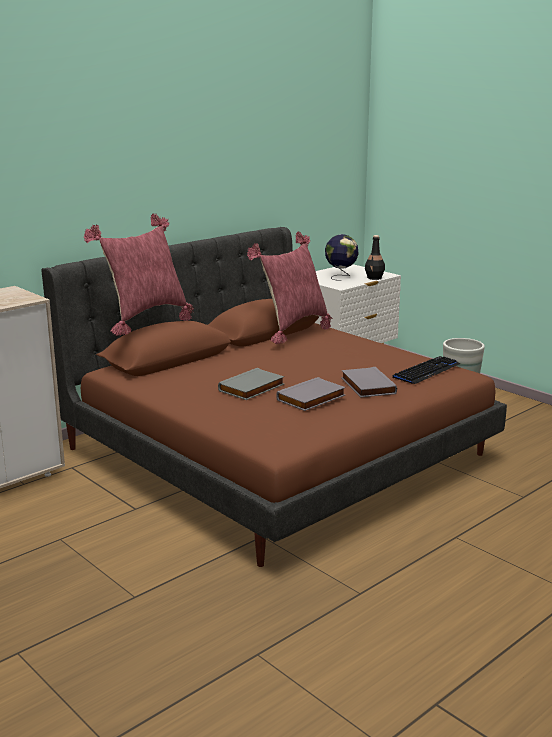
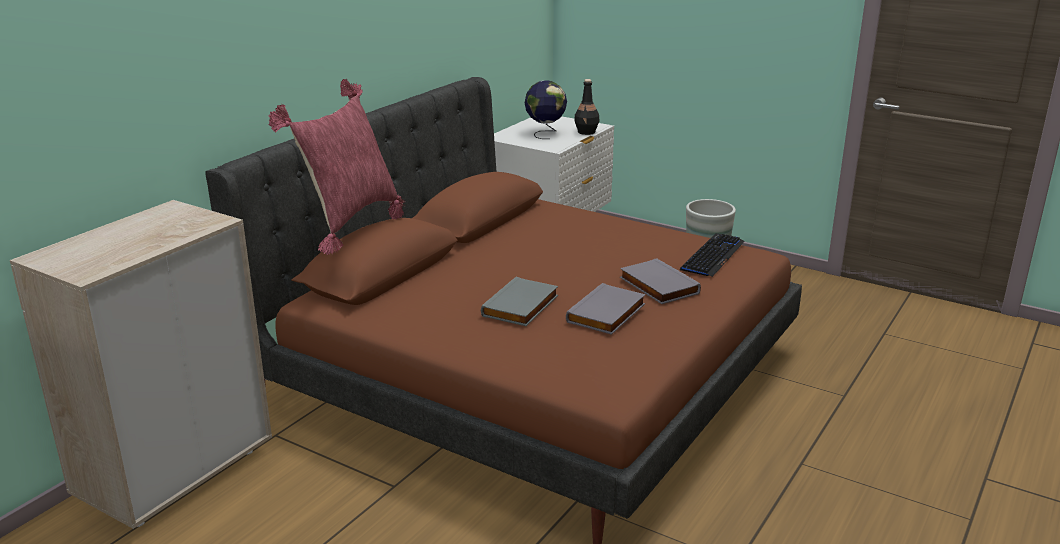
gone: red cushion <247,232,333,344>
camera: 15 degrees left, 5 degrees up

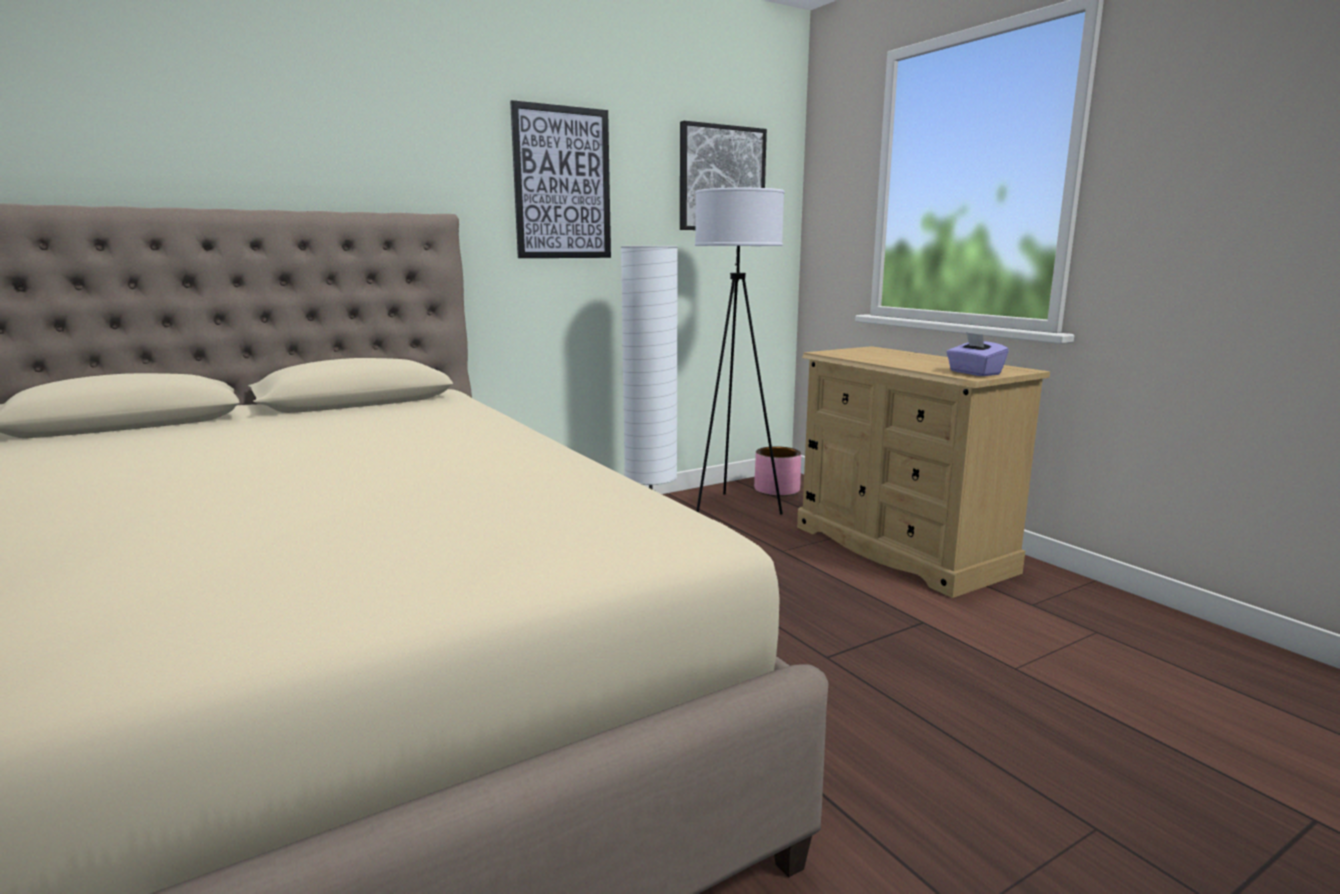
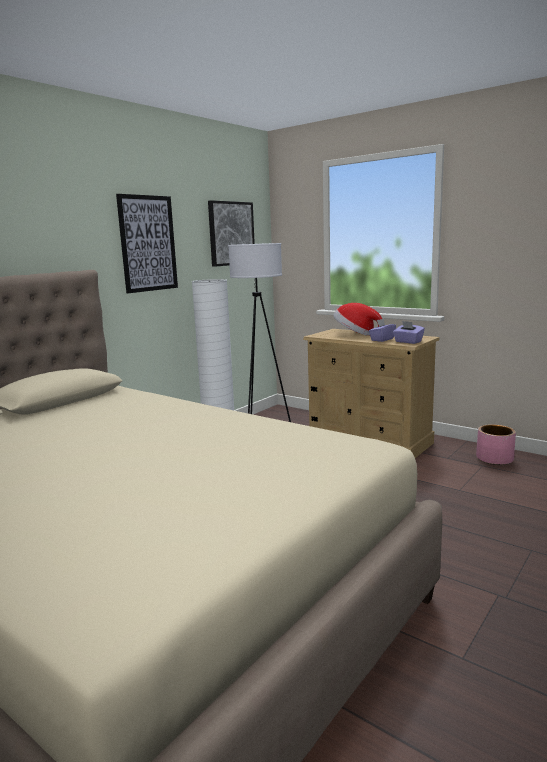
new: clothing hat <334,303,382,336>; purple-coloured box of tissues <369,318,396,342>
shifted: pink planter <754,446,801,497> to <476,424,516,465>
camera: 20 degrees left, 0 degrees up

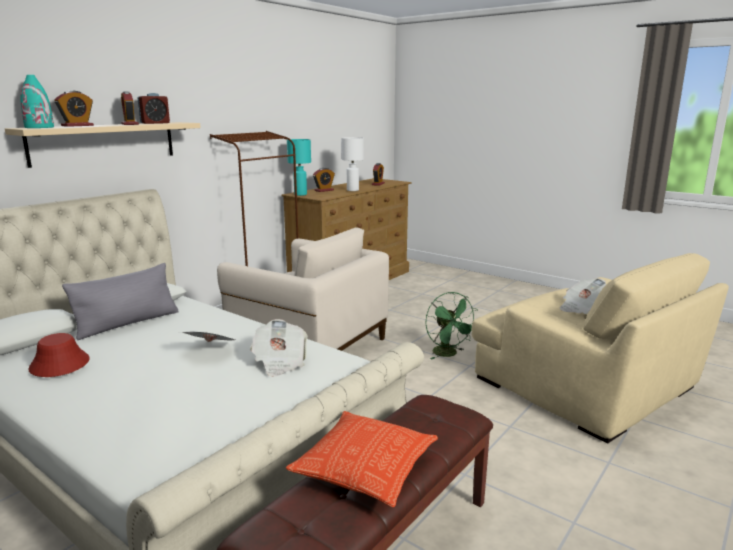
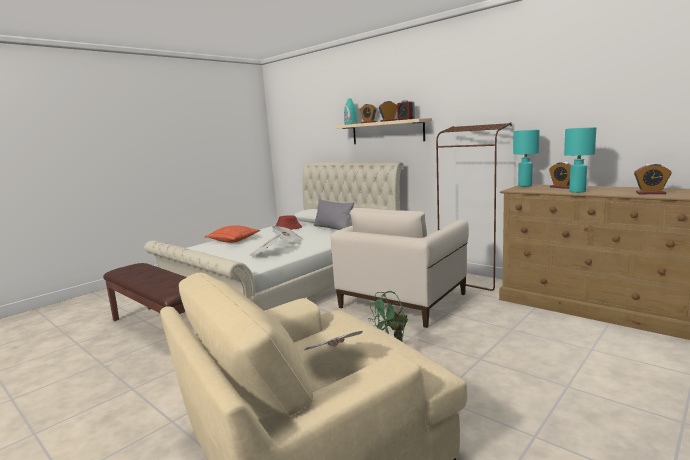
shifted: orangey cushion <286,411,438,507> to <204,225,260,243>
repainted: white lamp for a table <341,137,364,191> to turquoise lamp for a table <564,127,596,193>
camera: 95 degrees right, 5 degrees down

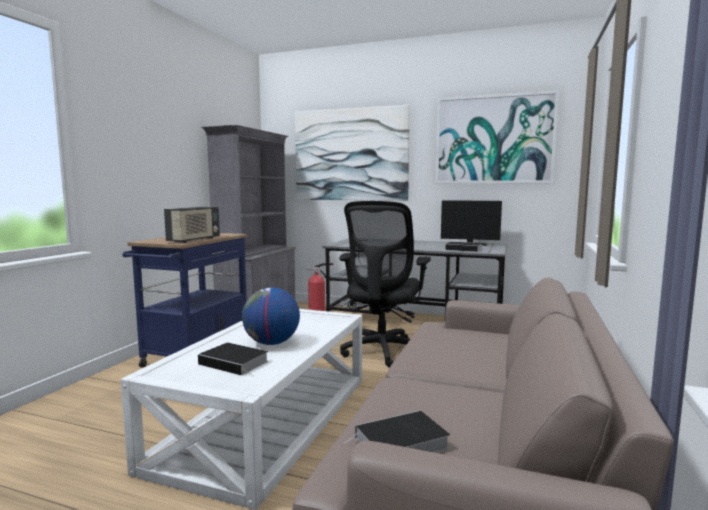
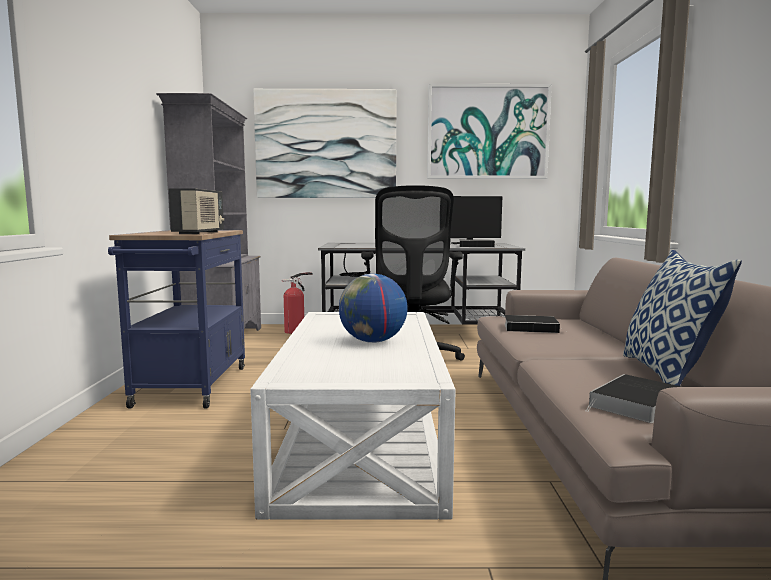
new: cushion <623,250,742,386>
shifted: bound book <198,343,268,376> to <505,315,564,333>
camera: 20 degrees left, 0 degrees up

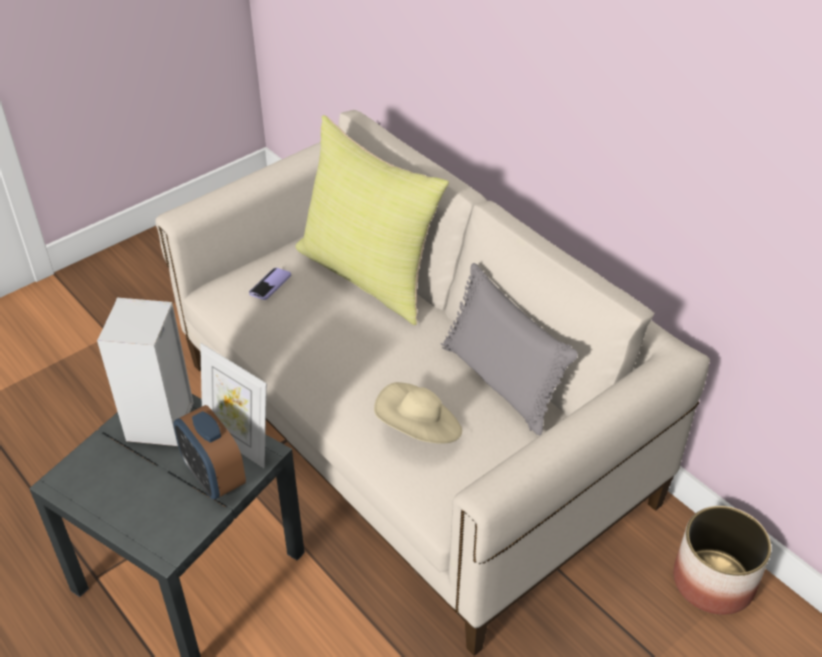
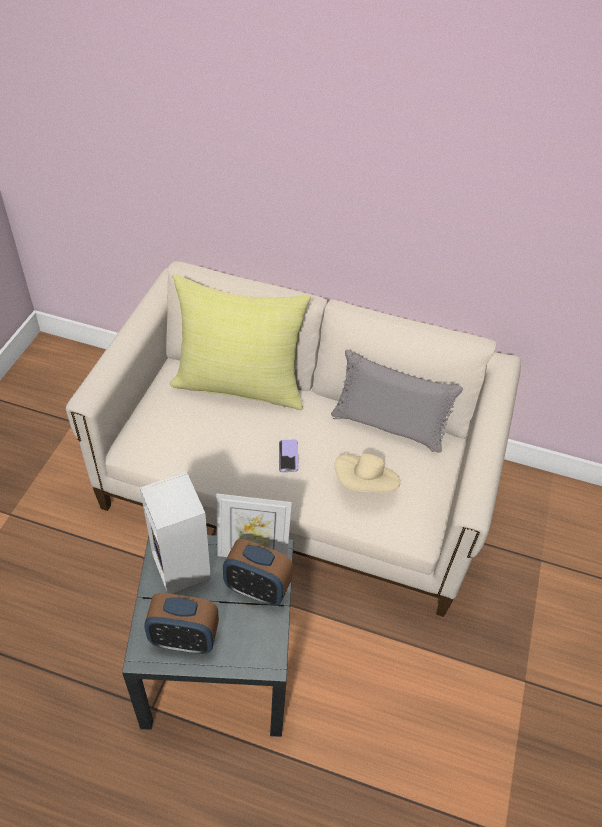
gone: planter <673,506,771,615>
new: table clock <144,593,219,654>
shifted: phone <249,268,291,300> to <279,439,298,472>
camera: 35 degrees left, 5 degrees up

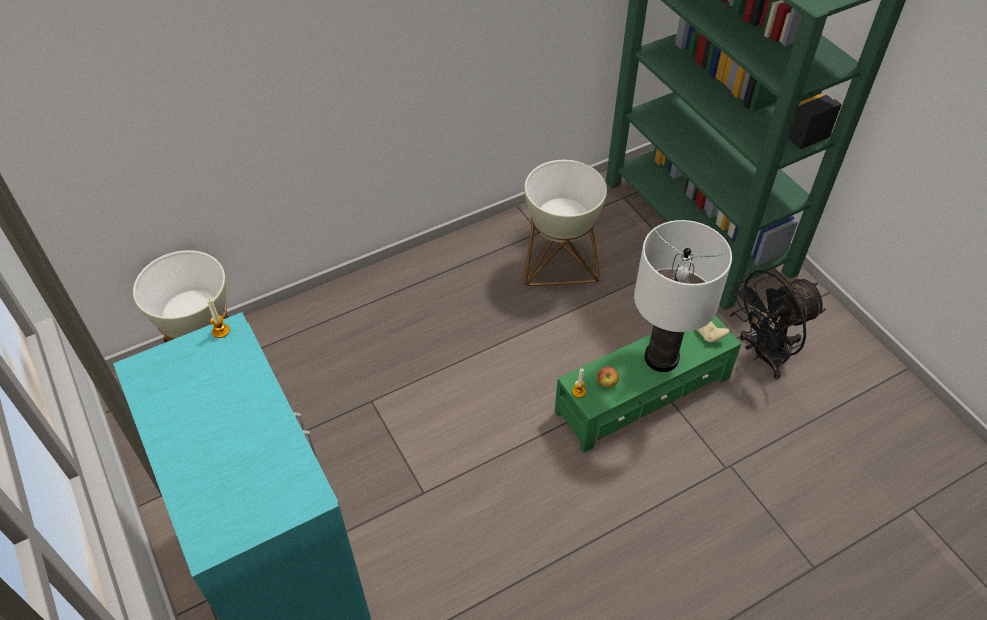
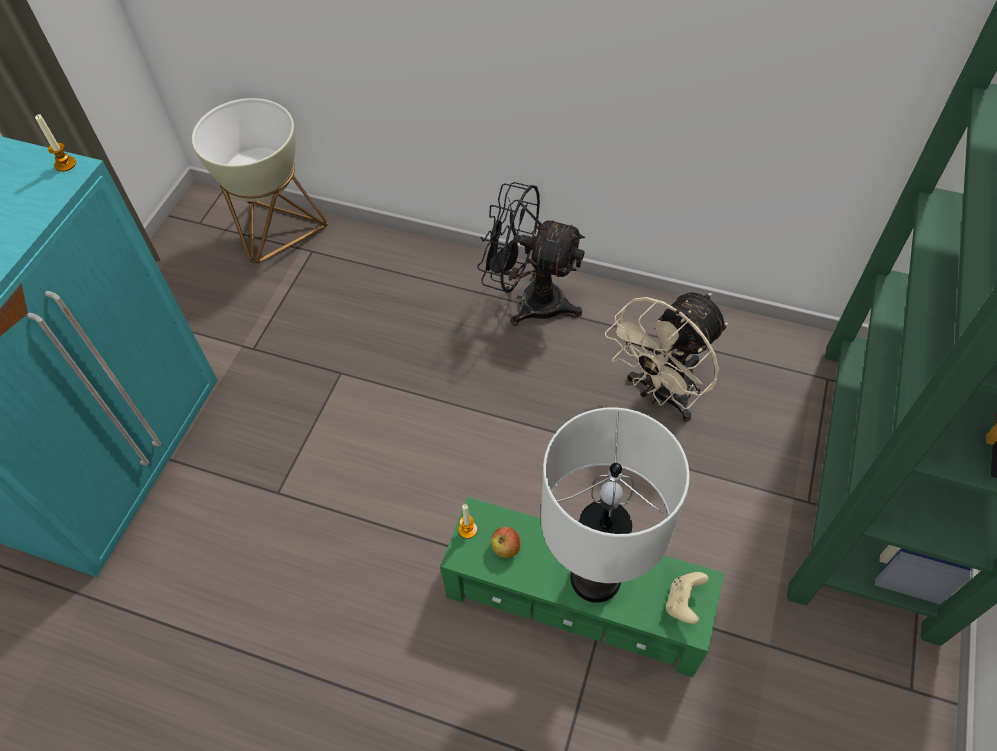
shifted: blackish electric fan <729,270,826,379> to <477,182,585,326>
swapped: planter <524,160,607,286> to beige electric fan <605,292,728,422>
camera: 50 degrees right, 5 degrees up

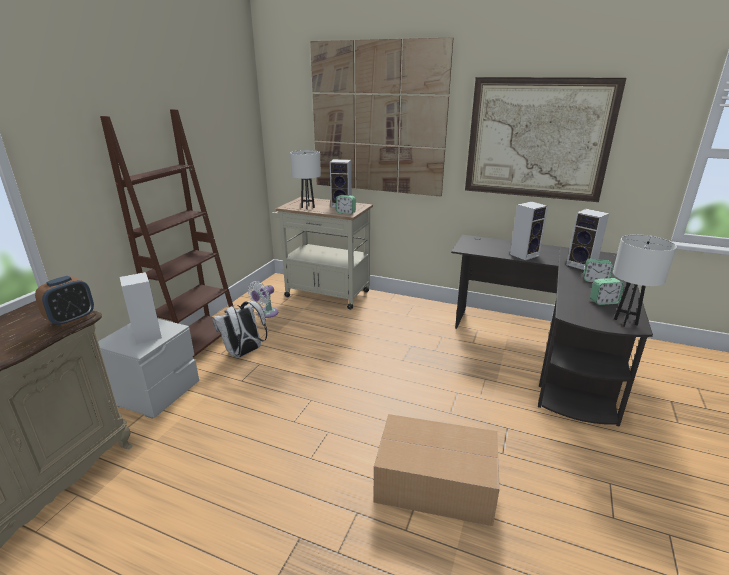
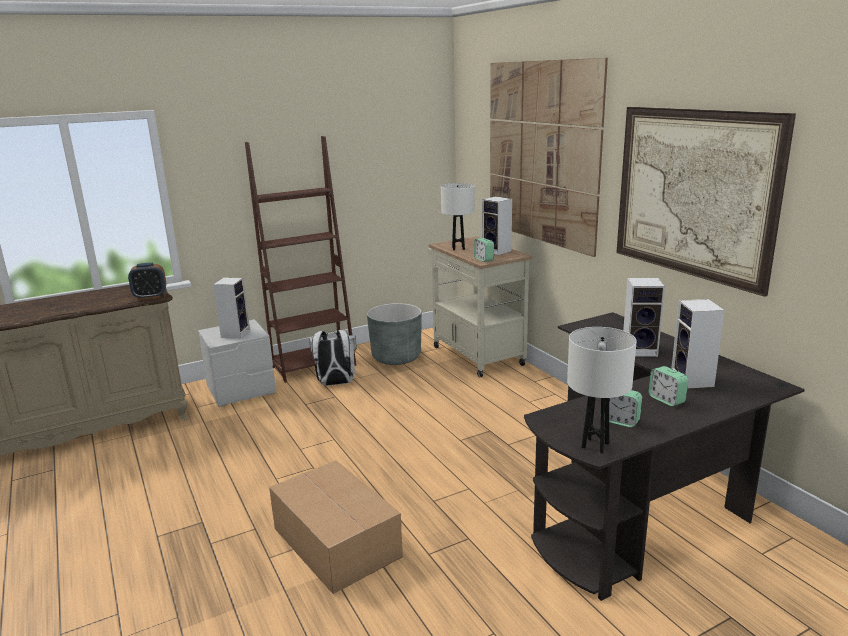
swapped: white electric fan <248,281,278,318> to gray planter <367,303,422,365>
camera: 40 degrees right, 5 degrees down

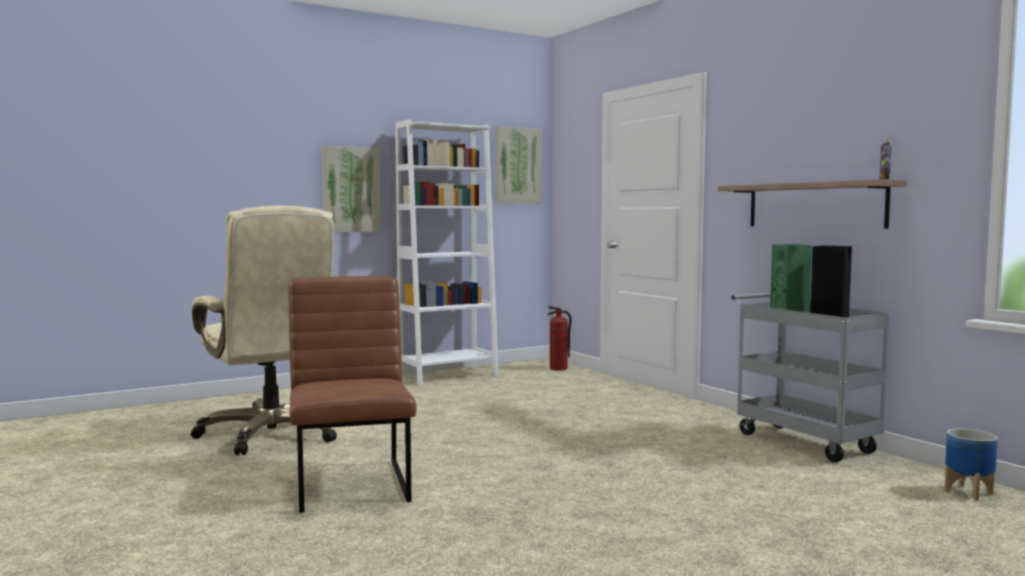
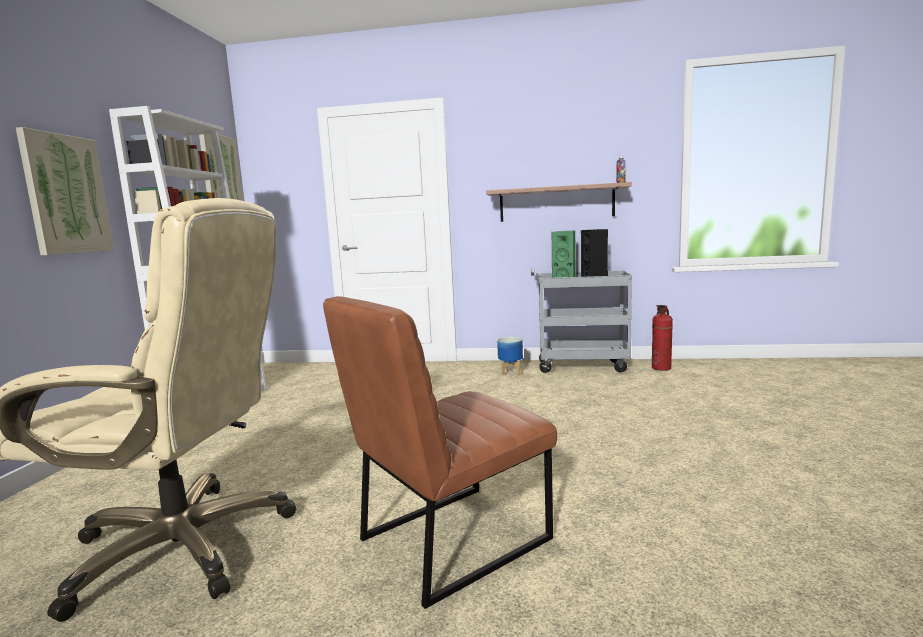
shifted: fire extinguisher <547,306,572,371> to <652,305,673,371>; planter <945,429,998,501> to <497,337,523,375>
rotated: brownish plain chair <288,276,416,513> = <323,296,557,609> 60 degrees counterclockwise
camera: 50 degrees left, 5 degrees up

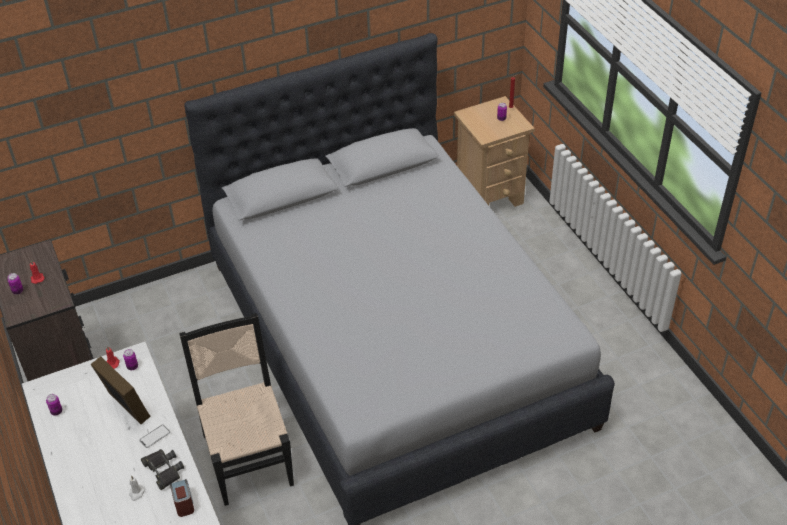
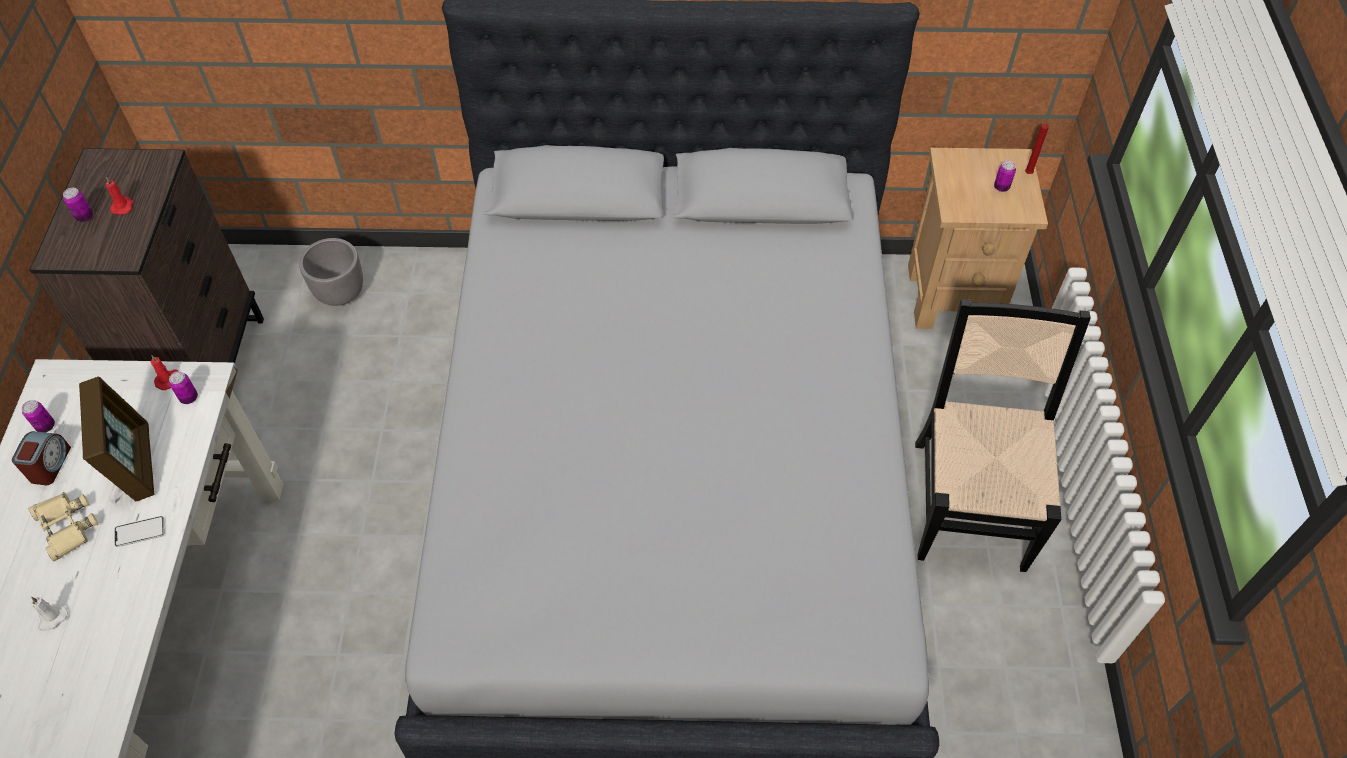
gone: blackish binoculars <141,449,184,490>
new: gray planter <299,238,363,306>; beige binoculars <28,492,99,561>
shifted: plain chair <179,313,294,506> to <915,299,1091,572>; table clock <170,479,194,517> to <12,431,71,485>
camera: 25 degrees right, 10 degrees up

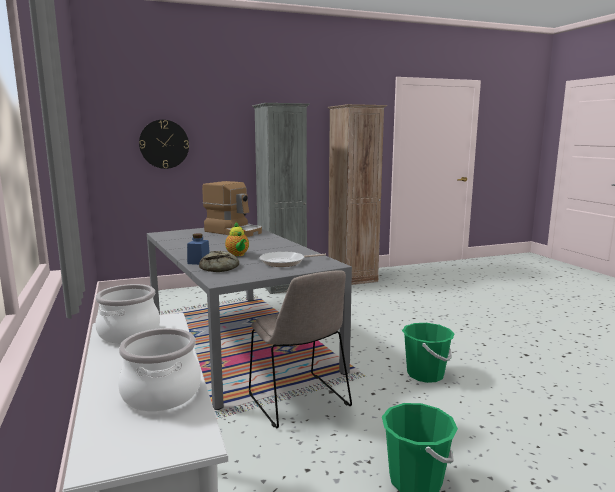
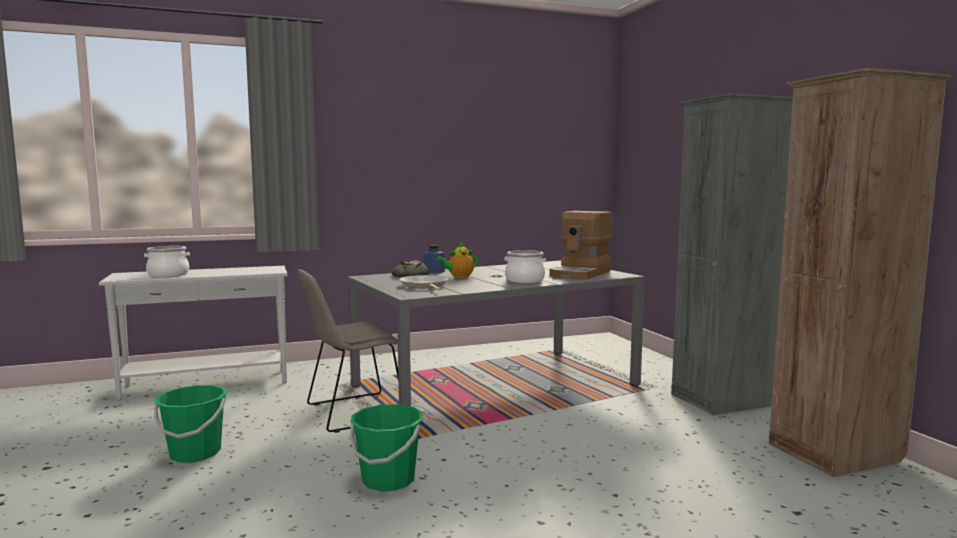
gone: wall clock <139,120,189,169>
shifted: cooking pot <95,284,160,343> to <505,250,546,283>
camera: 90 degrees right, 5 degrees down

